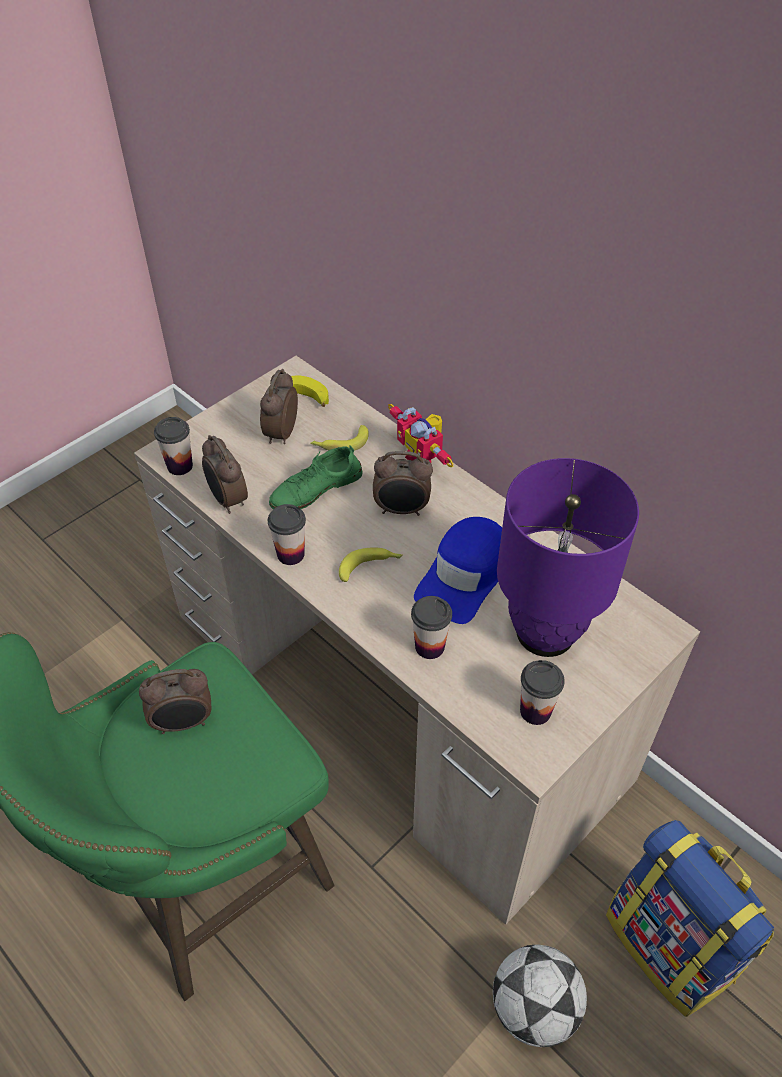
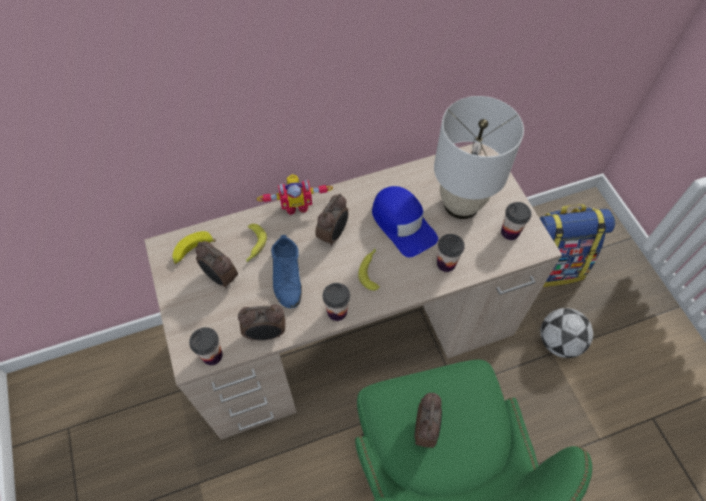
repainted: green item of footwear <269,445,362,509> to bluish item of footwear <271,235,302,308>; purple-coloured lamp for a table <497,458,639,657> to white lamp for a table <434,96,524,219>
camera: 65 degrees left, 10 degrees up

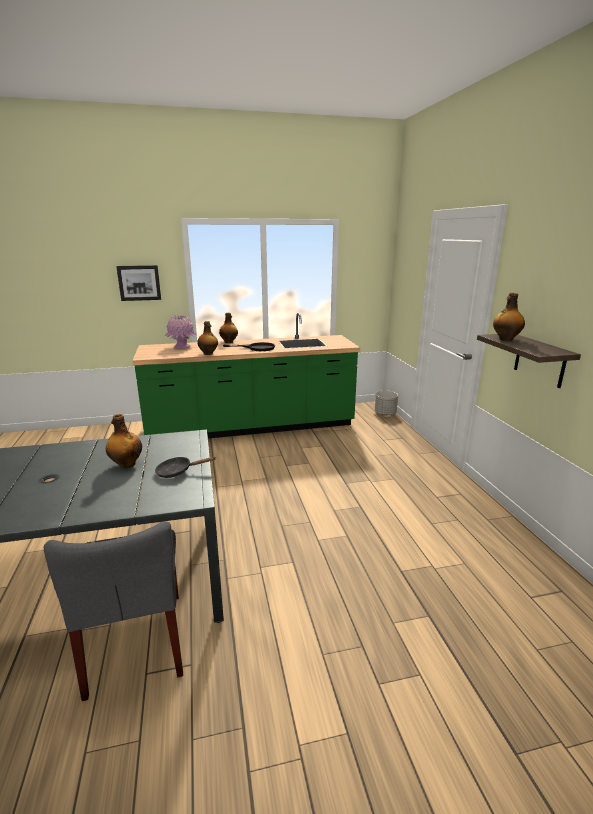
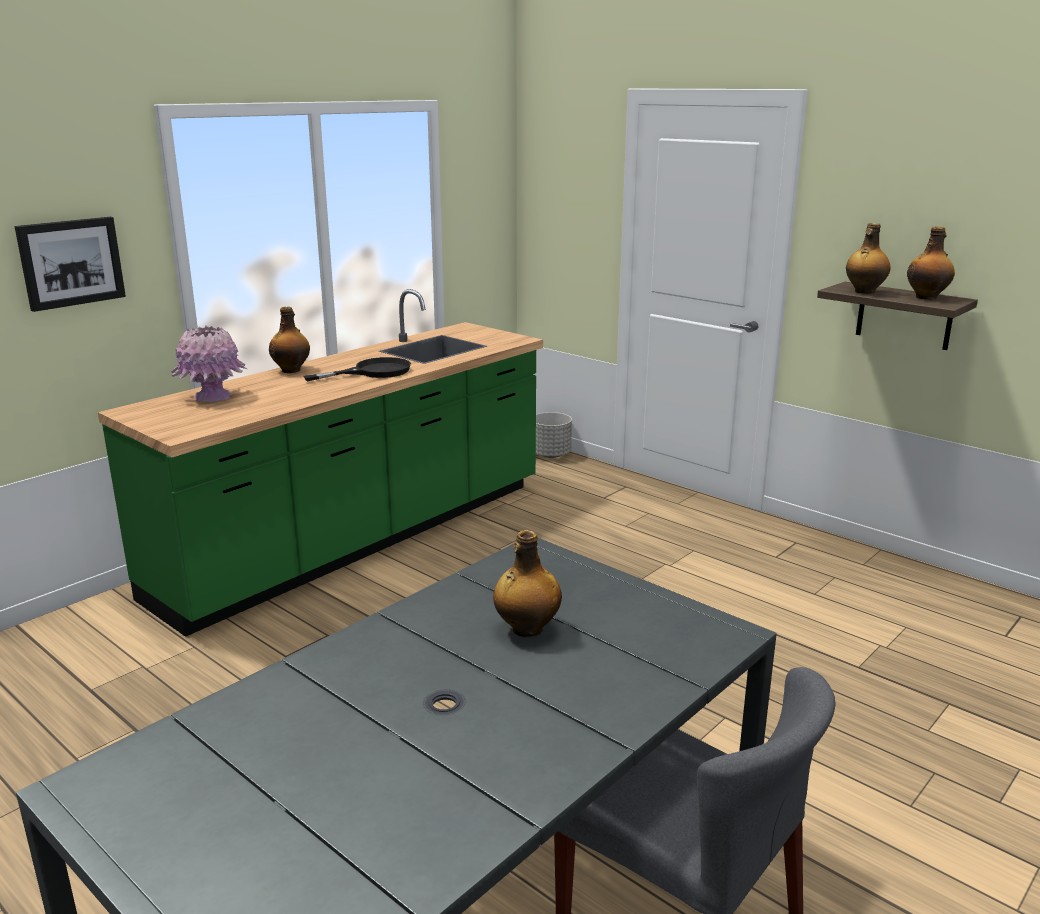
gone: blackish frying pan <155,456,215,478>
shifted: beverage bottle <197,321,218,355> to <907,226,955,300>
camera: 35 degrees left, 0 degrees up

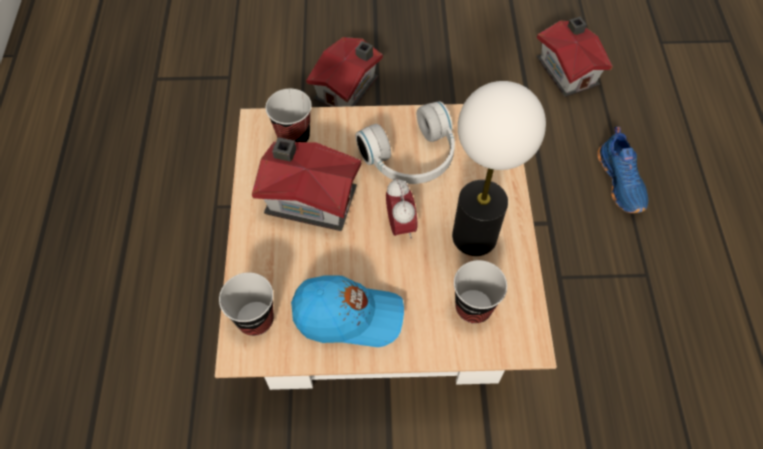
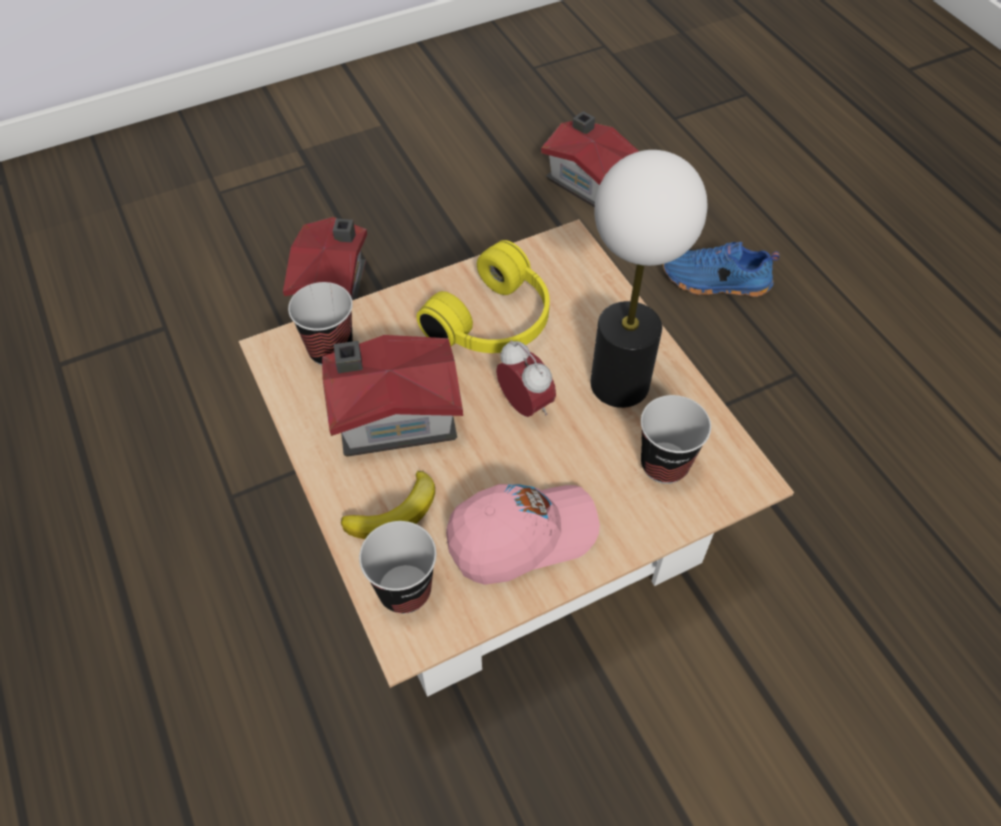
new: banana <341,471,435,539>
repainted: white headset <356,101,455,184> to yellowish headset <417,240,550,353>; bluish peaked cap <291,276,404,347> to pink peaked cap <446,484,600,585>
rotated: bluish item of footwear <597,127,648,213> = <662,242,779,297> 135 degrees clockwise
camera: 25 degrees left, 5 degrees down

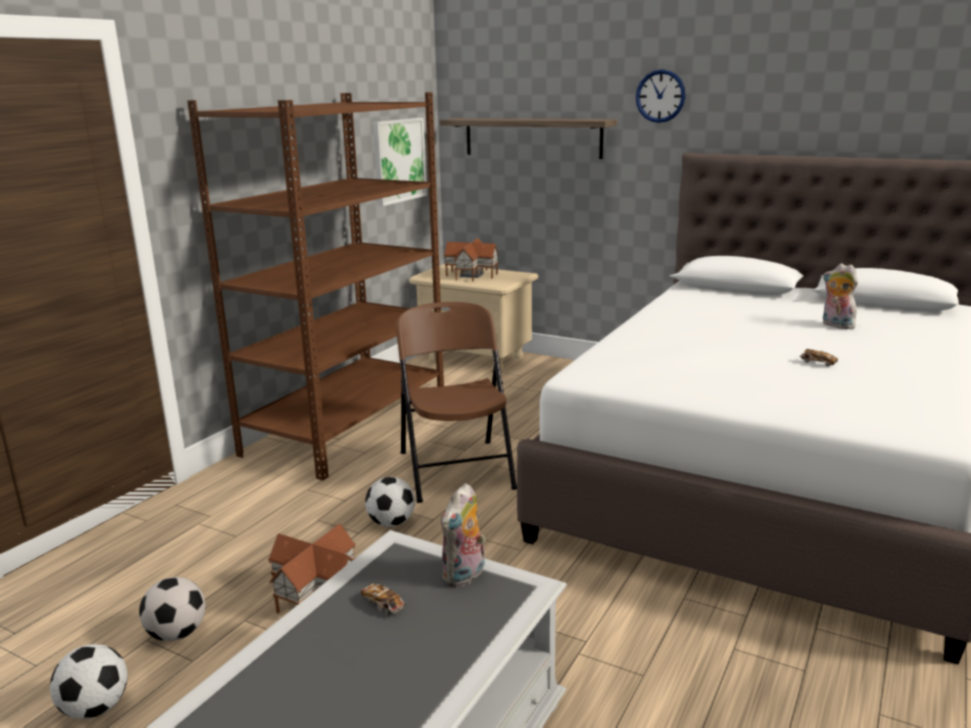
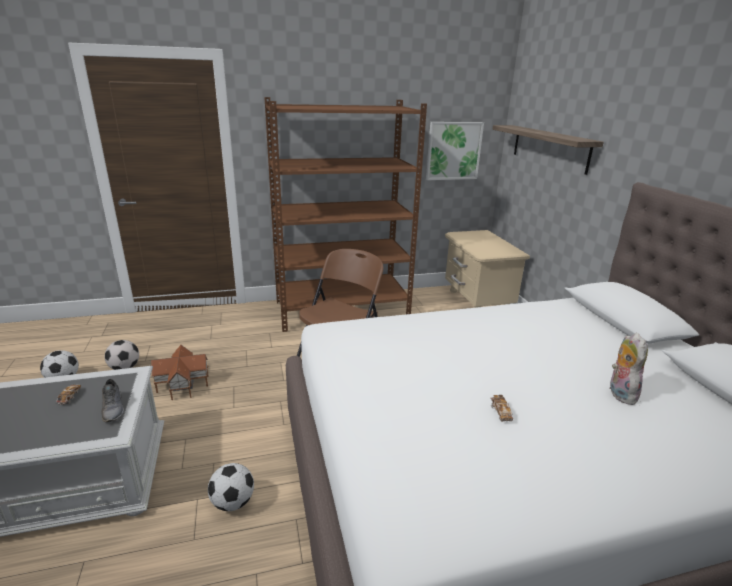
gone: wall clock <636,69,686,123>; miniature house <444,238,499,281>
shifted: football ball <365,477,415,527> to <208,463,254,511>
swapped: plush toy <441,483,486,587> to gray item of footwear <101,379,124,422>
camera: 45 degrees right, 5 degrees up

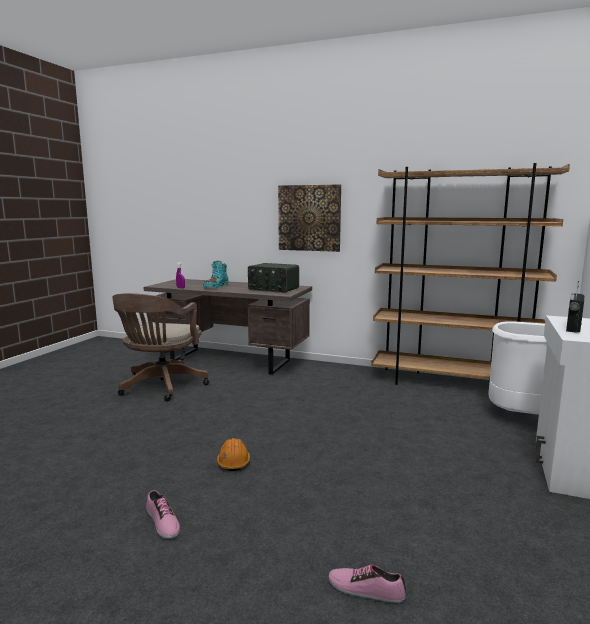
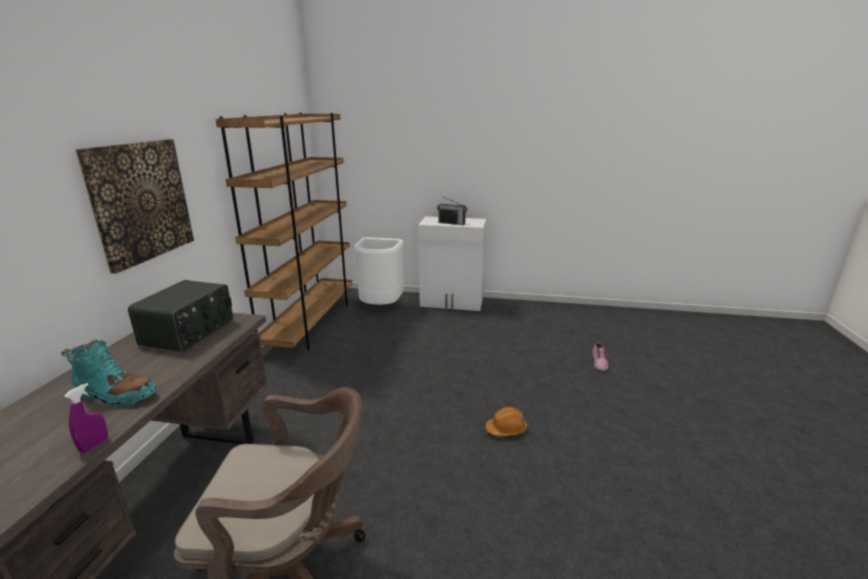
gone: item of footwear <146,490,180,539>
camera: 100 degrees left, 10 degrees up

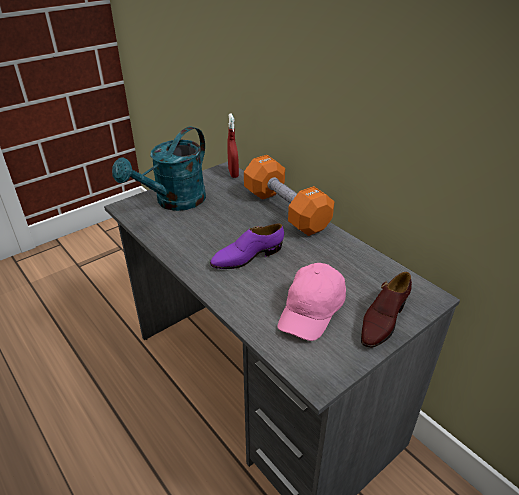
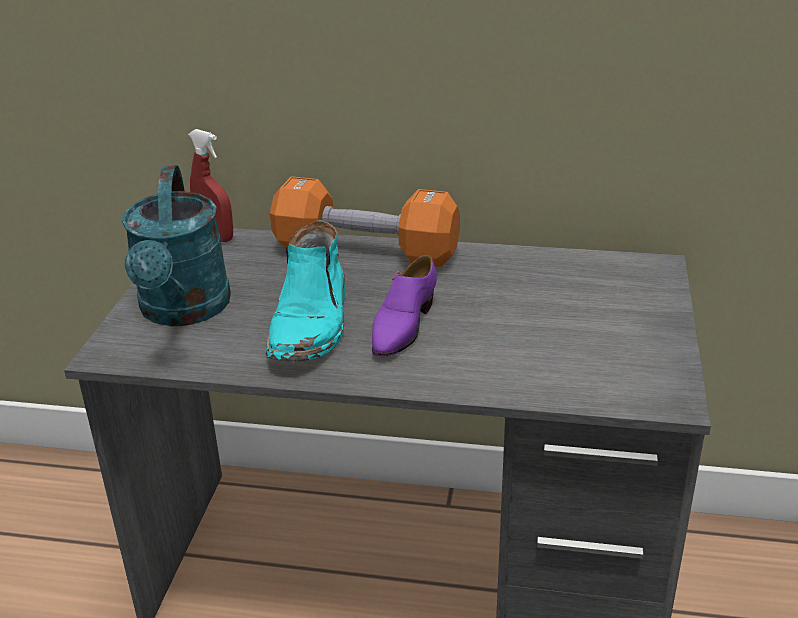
gone: pink peaked cap <278,263,346,341>; brownish item of footwear <361,272,412,348>
new: turquoise boot <265,220,346,362>
camera: 40 degrees left, 5 degrees down

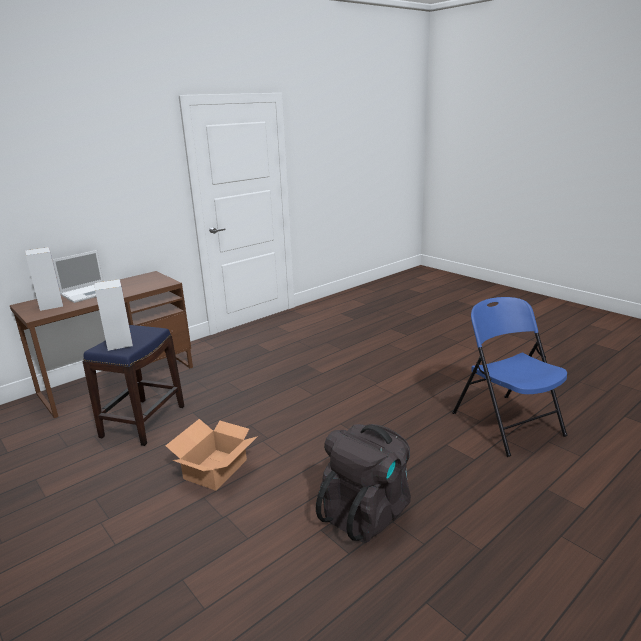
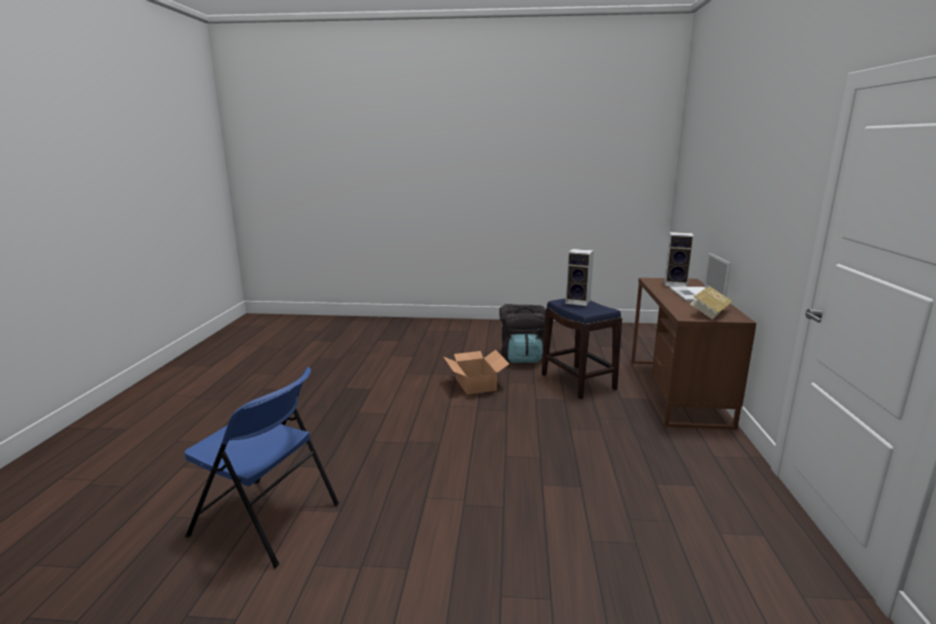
new: bound book <690,286,733,320>
shifted: blackish rucksack <316,424,411,543> to <500,304,546,363>
camera: 135 degrees right, 5 degrees down

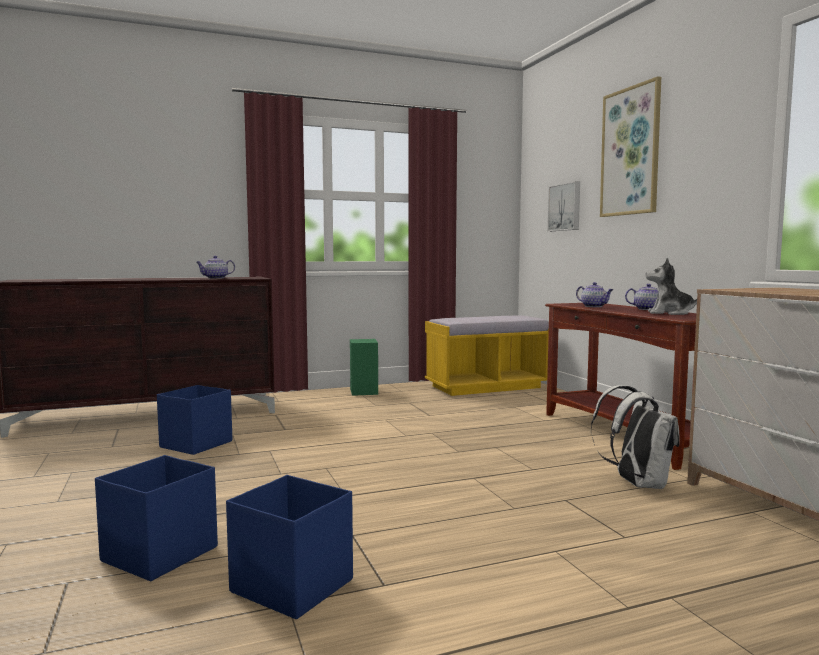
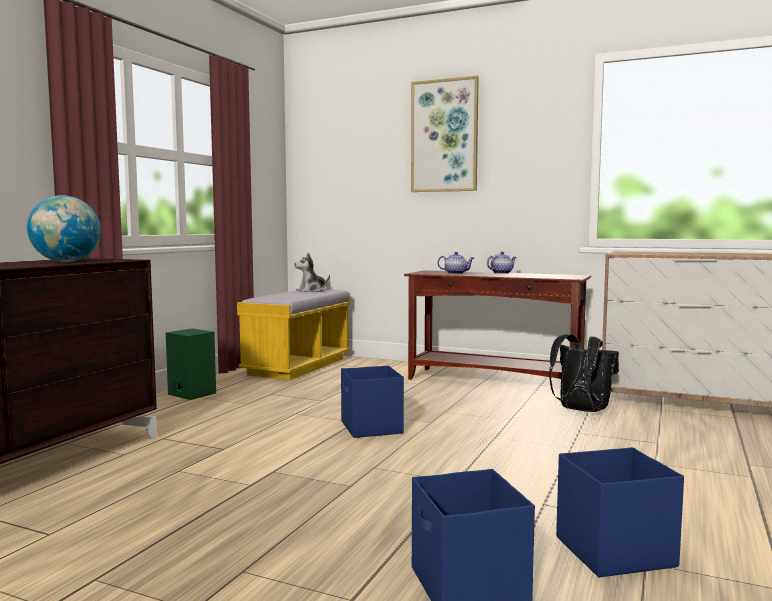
gone: wall picture <547,181,580,231>
shifted: plush toy <646,258,697,315> to <295,252,330,292>; bluish storage container <157,385,232,455> to <341,366,404,438>
swapped: tea pot <196,256,235,279> to desk globe <27,195,101,262>
repainted: white rucksack <591,385,680,489> to blackish rucksack <549,334,619,412>
camera: 45 degrees left, 0 degrees up

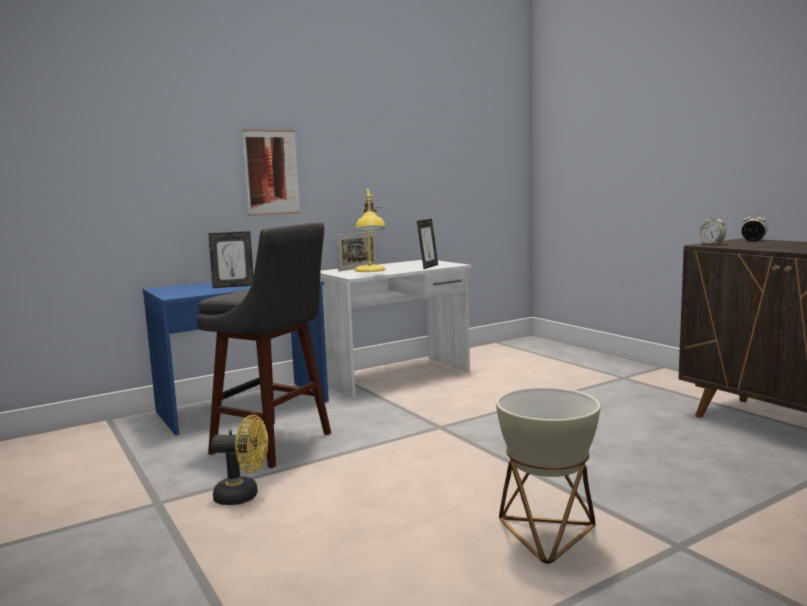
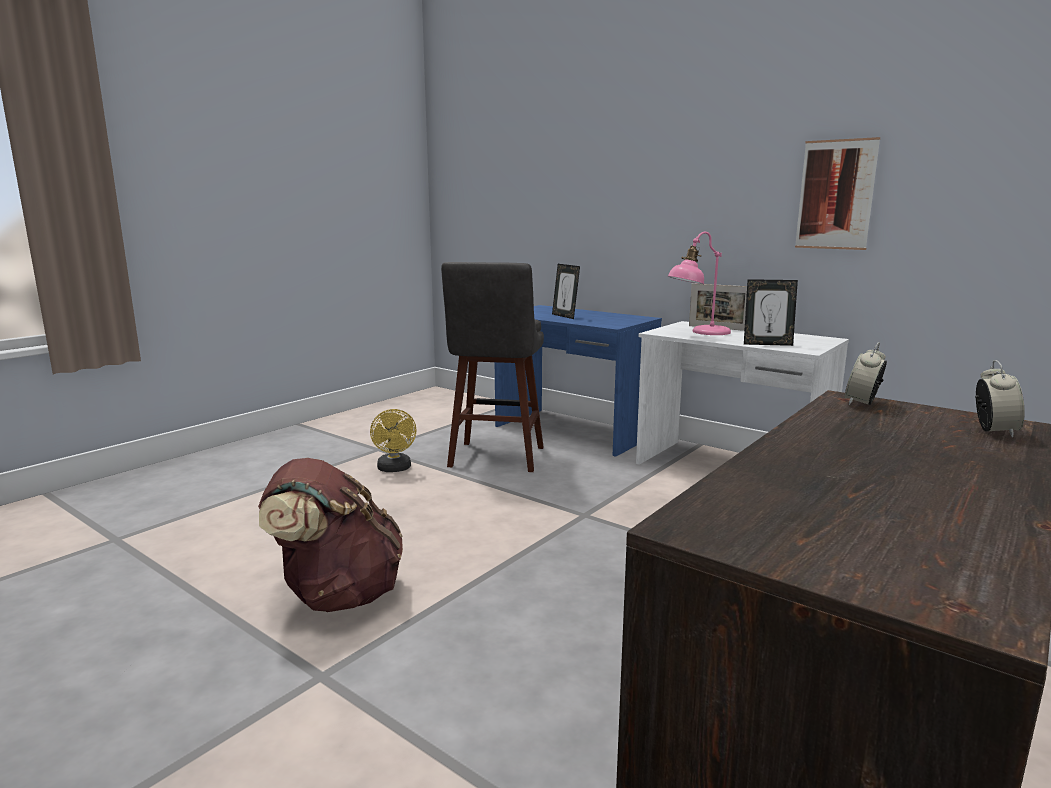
shifted: wall picture <242,130,300,216> to <795,137,880,250>
swapped: planter <496,387,601,564> to brownish rucksack <258,458,403,612>
repainted: yellowish lamp for a table <355,189,386,272> to pink lamp for a table <668,232,731,335>
camera: 70 degrees right, 5 degrees up

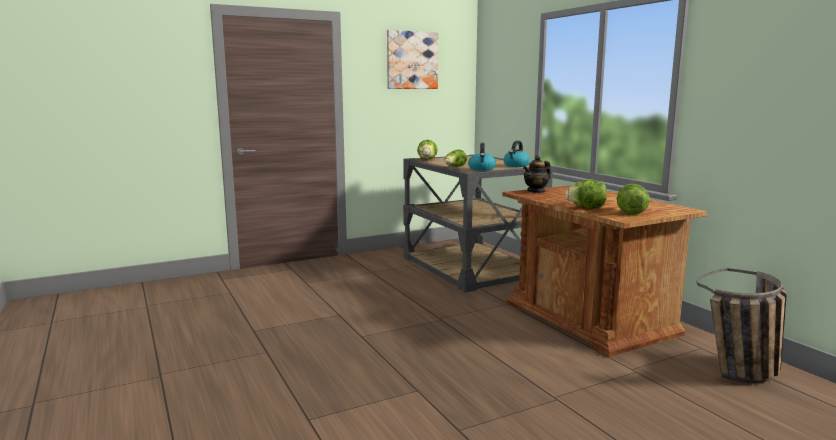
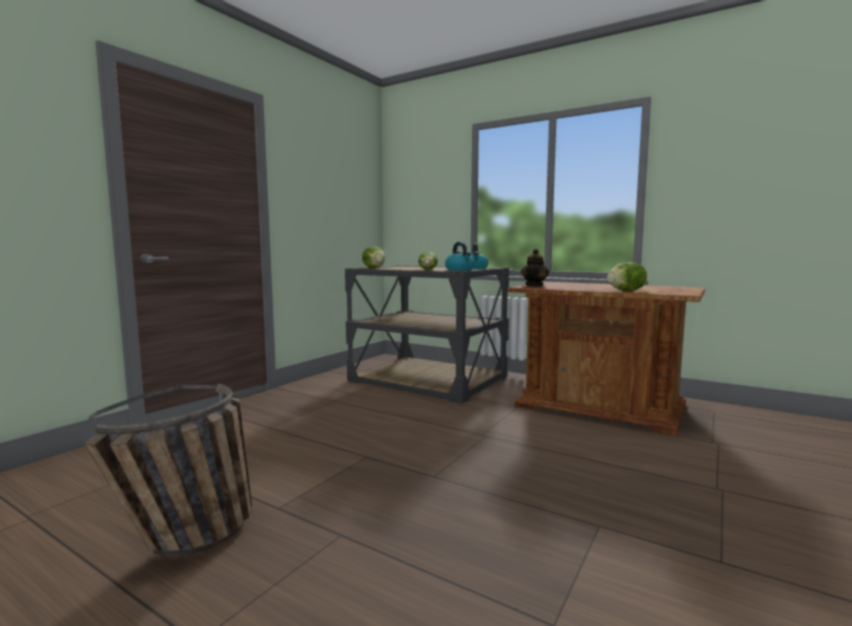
gone: wall picture <387,30,438,89>; lettuce <617,184,650,214>
shifted: basket <697,268,787,383> to <84,384,252,556>
camera: 30 degrees left, 5 degrees down

